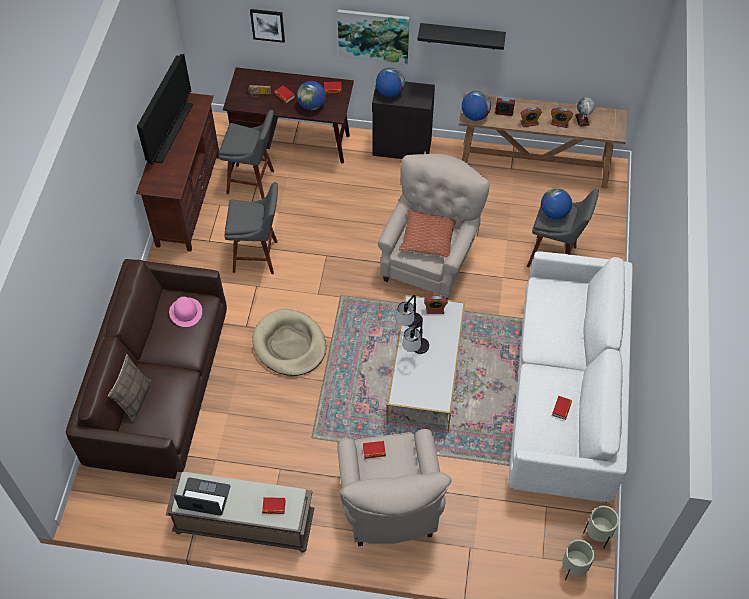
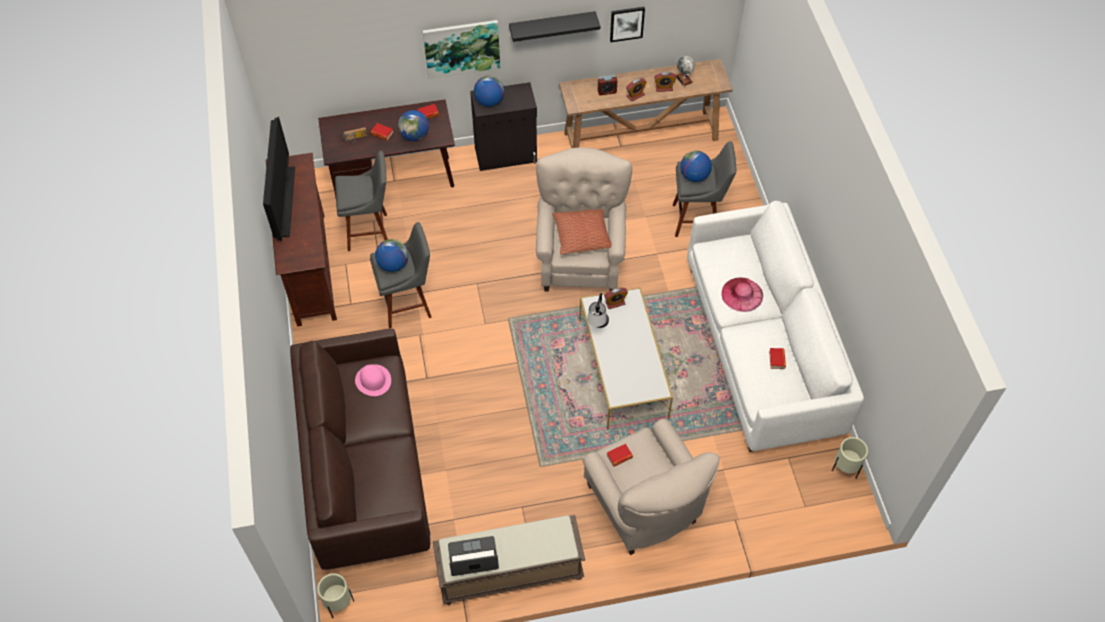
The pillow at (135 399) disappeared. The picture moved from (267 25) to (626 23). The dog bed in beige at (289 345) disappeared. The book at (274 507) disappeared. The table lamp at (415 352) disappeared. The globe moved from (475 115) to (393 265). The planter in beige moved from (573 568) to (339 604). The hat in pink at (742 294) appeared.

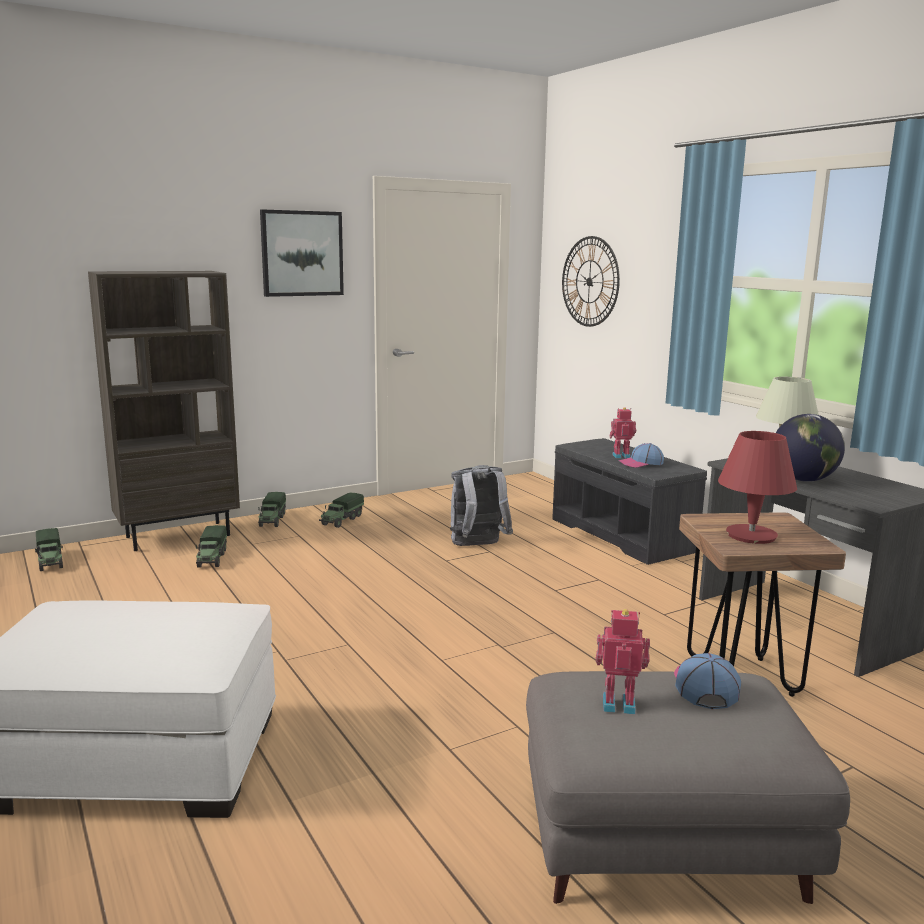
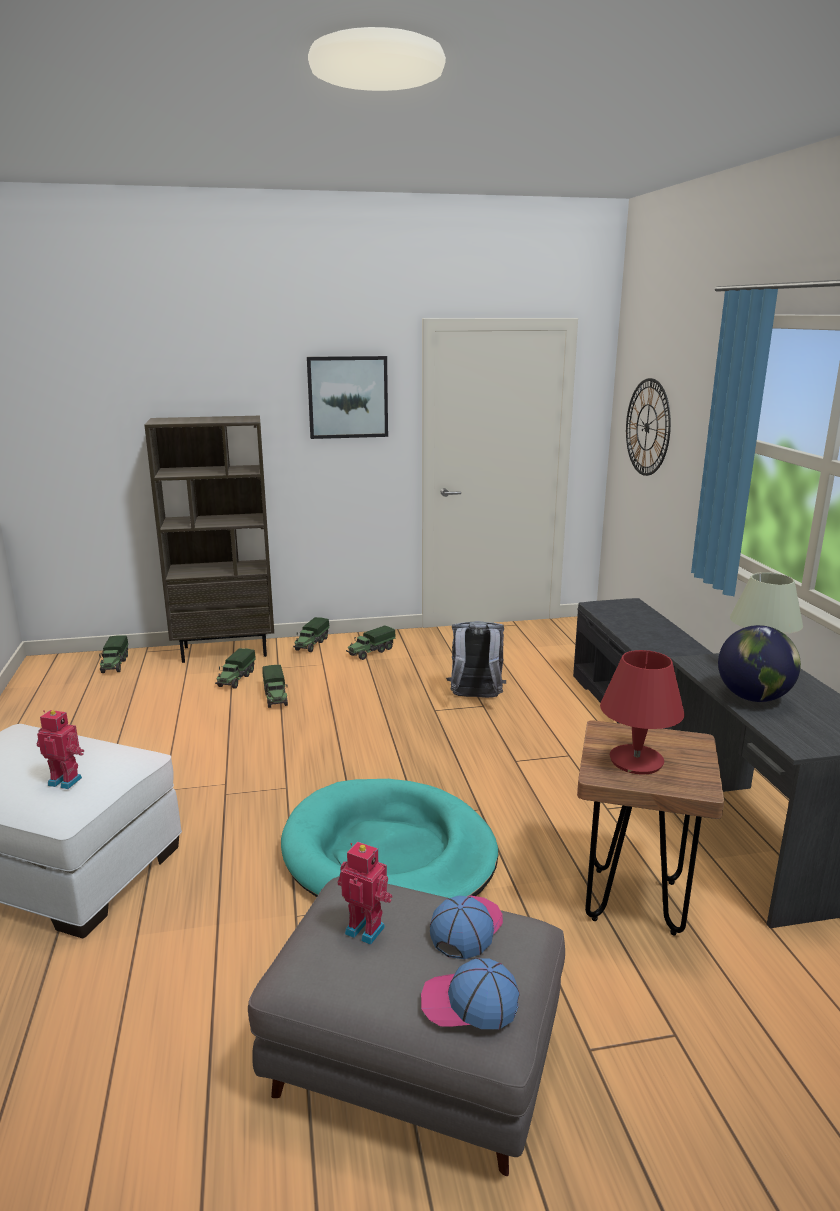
The toy robot moved from (621 456) to (66 780). The cap moved from (641 463) to (469 1003). The toy truck at (275 697) appeared. The dog bed in turquoise at (389 854) appeared.

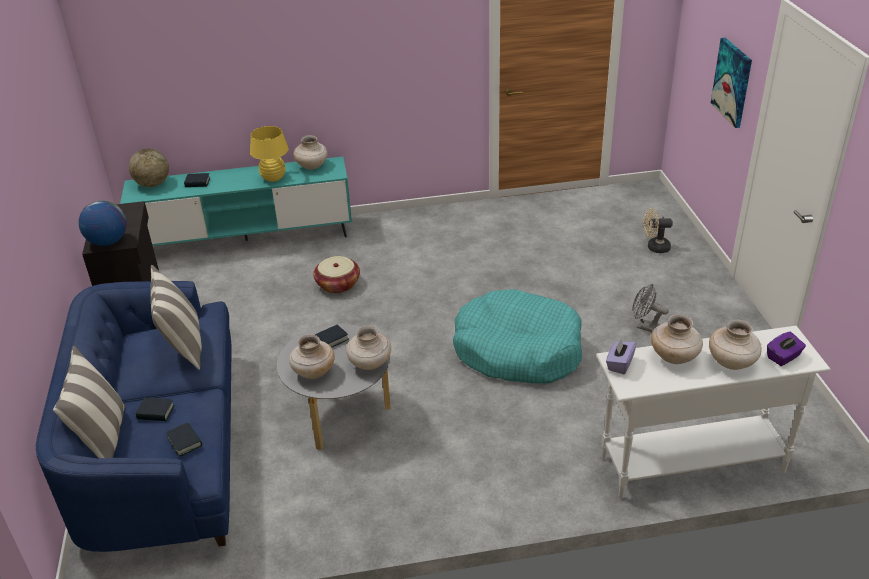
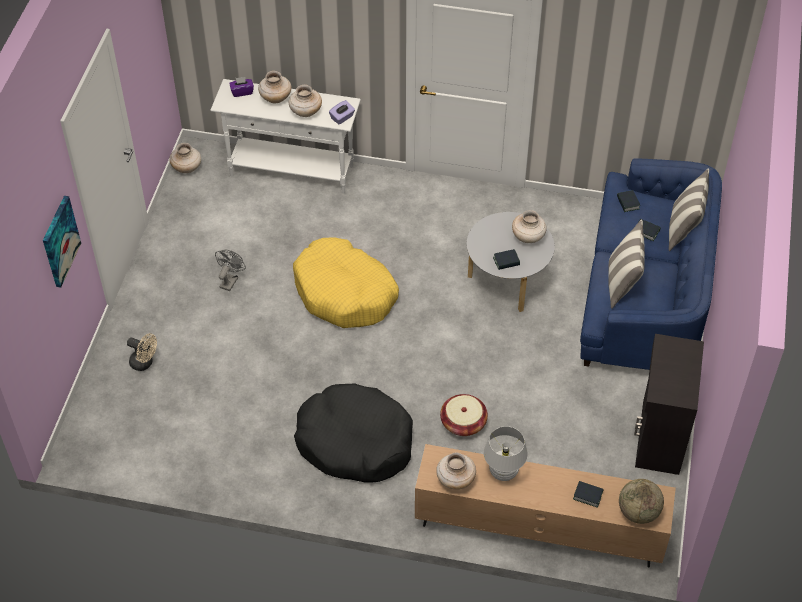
The globe at (108 242) disappeared. The tv stand in turquoise at (246 240) became the tv stand in brown at (539 529). The table lamp in yellow at (273 178) became the table lamp in white at (503 472). The vase in beige moved from (370 364) to (187 168). The dog bed in turquoise at (517 350) became the dog bed in yellow at (345 293). The fan in grey at (645 327) turned 120 degrees counterclockwise. The dog bed in black at (355 442) appeared.

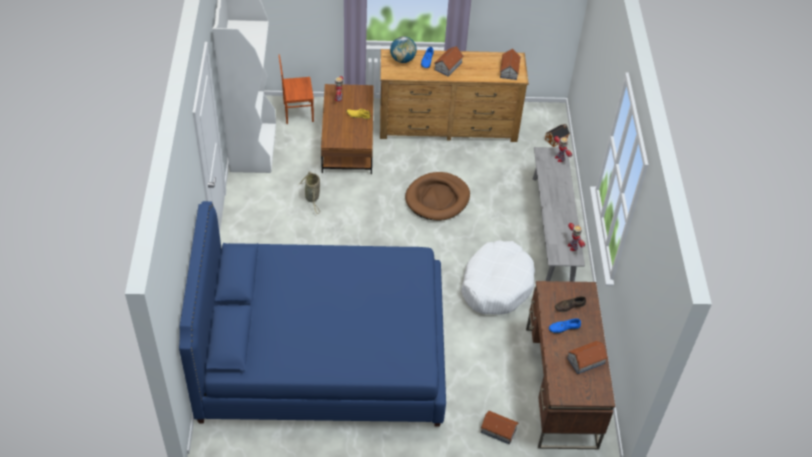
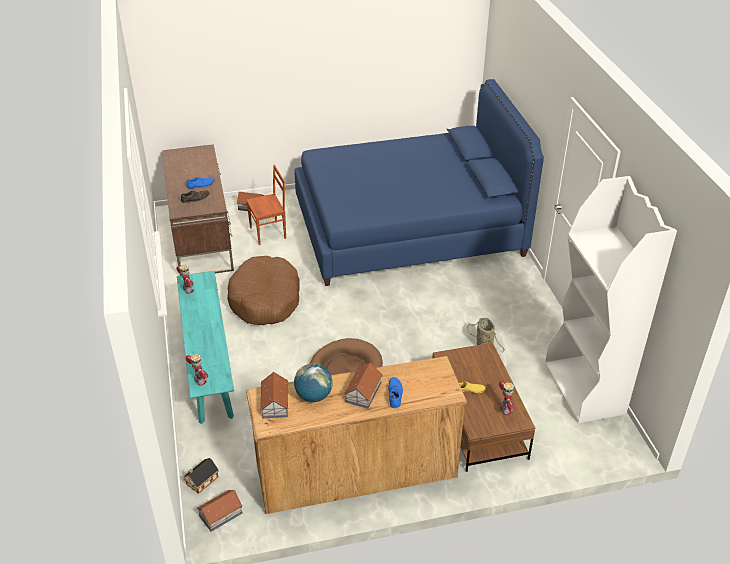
The chair in brown moved from (297 112) to (268 233). The globe moved from (402 60) to (314 396). The dog bed in white at (496 284) became the dog bed in brown at (265 300). The bench in grey at (552 229) became the bench in turquoise at (208 361). The toy house moved from (585 360) to (221 514).

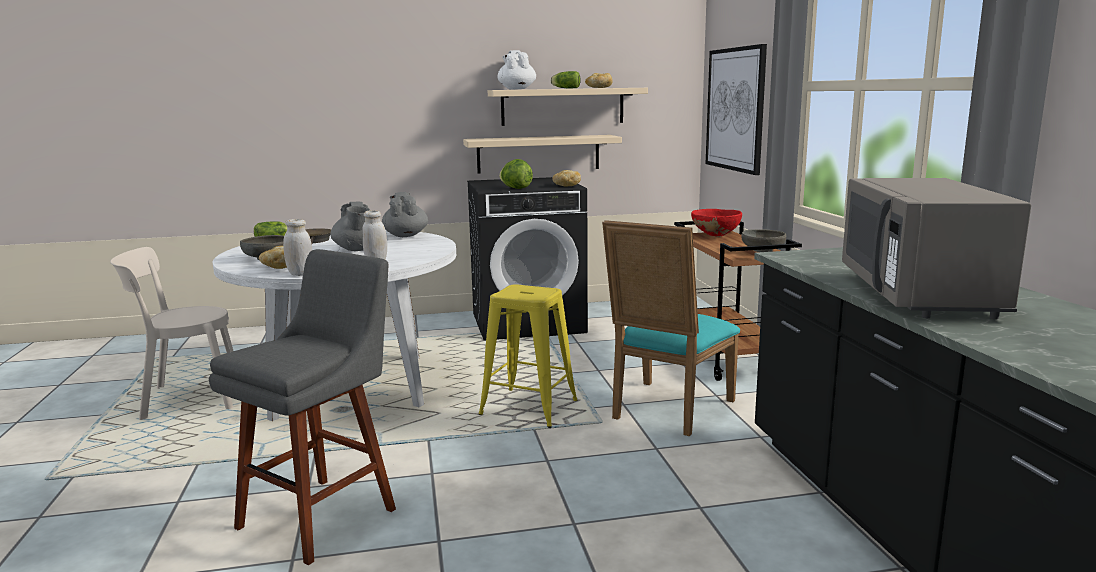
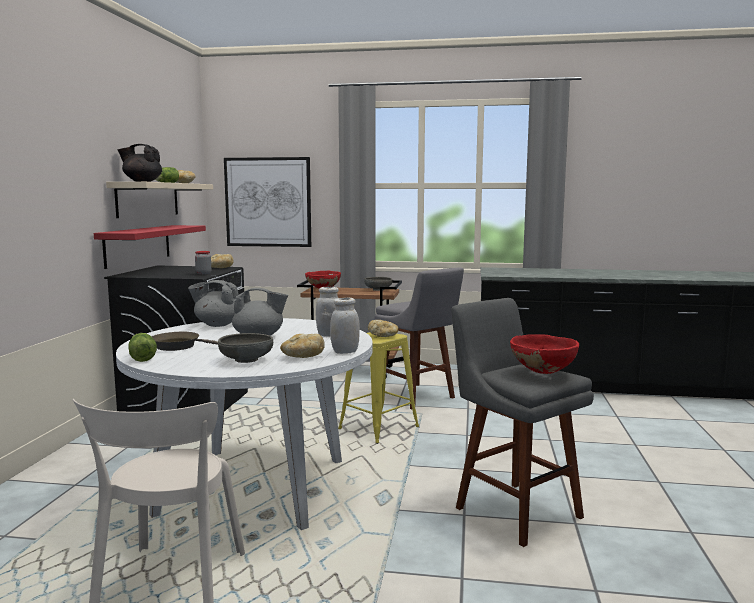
The shelf in beige at (538 154) became the shelf in red at (138 245). The teapot in white at (516 89) became the teapot in black at (142 181). The lettuce at (516 188) was replaced by the jar at (203 273). The chair in turquoise at (667 410) was replaced by the stool in grey at (417 397). The microwave in grey at (917 294) disappeared. The bread at (383 336) appeared. The bowl in red at (542 372) appeared.

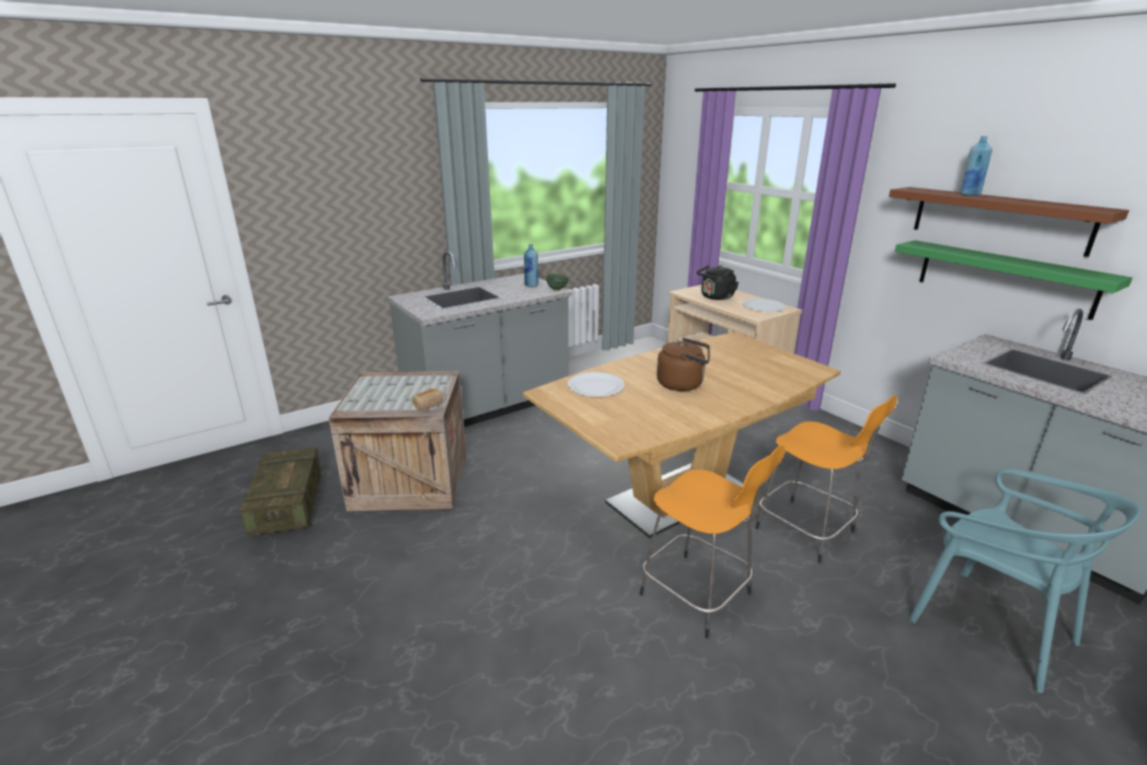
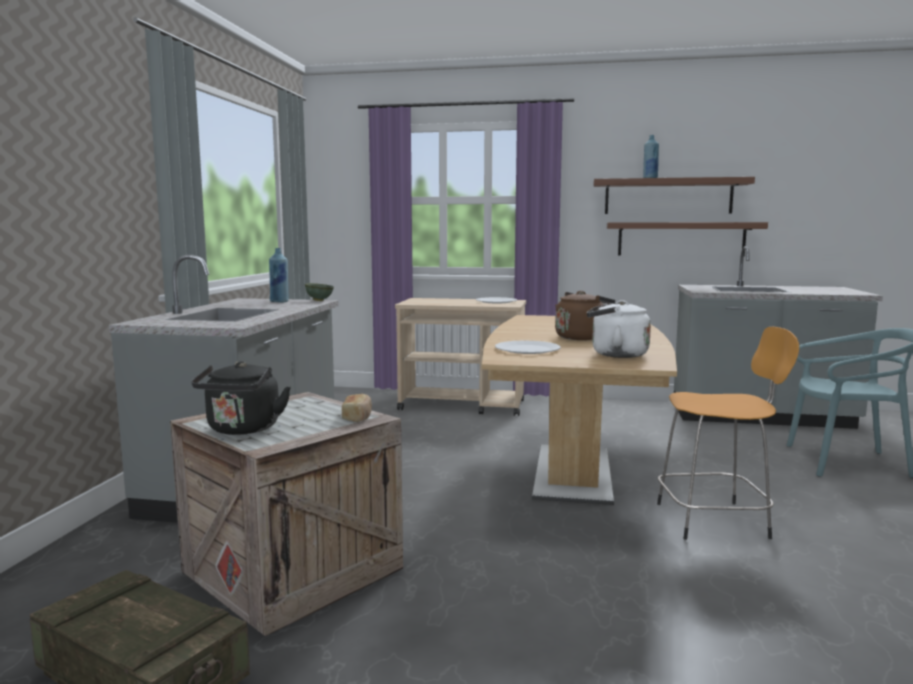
The kettle in black moved from (715 297) to (242 430). The stool in orange at (807 532) disappeared. The shelf in green at (1004 277) became the shelf in brown at (681 239). The kettle in white at (615 354) appeared.

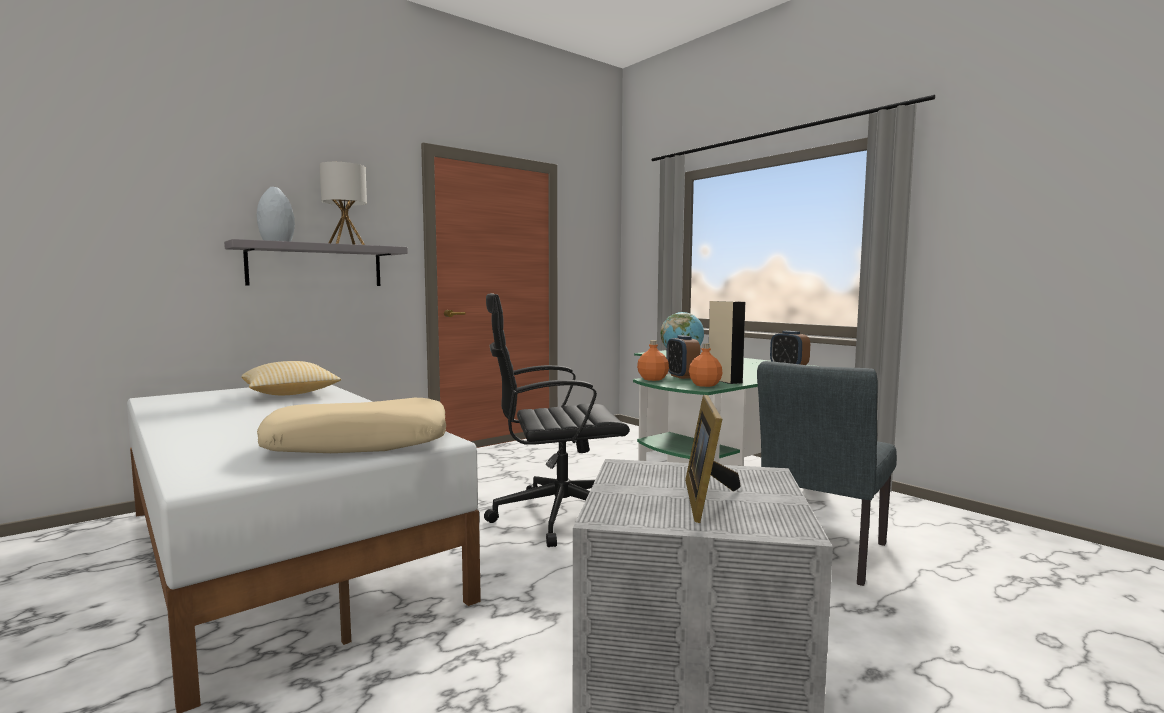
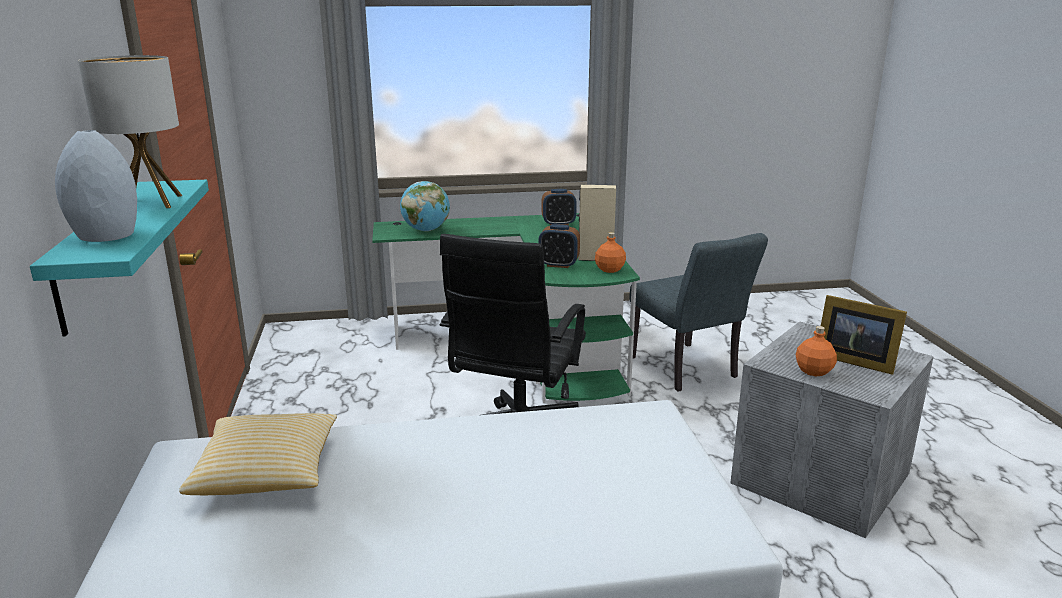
The shelf in grey at (316 265) became the shelf in turquoise at (100 252). The pillow in beige at (359 443) disappeared. The bottle in orange moved from (653 379) to (814 371).

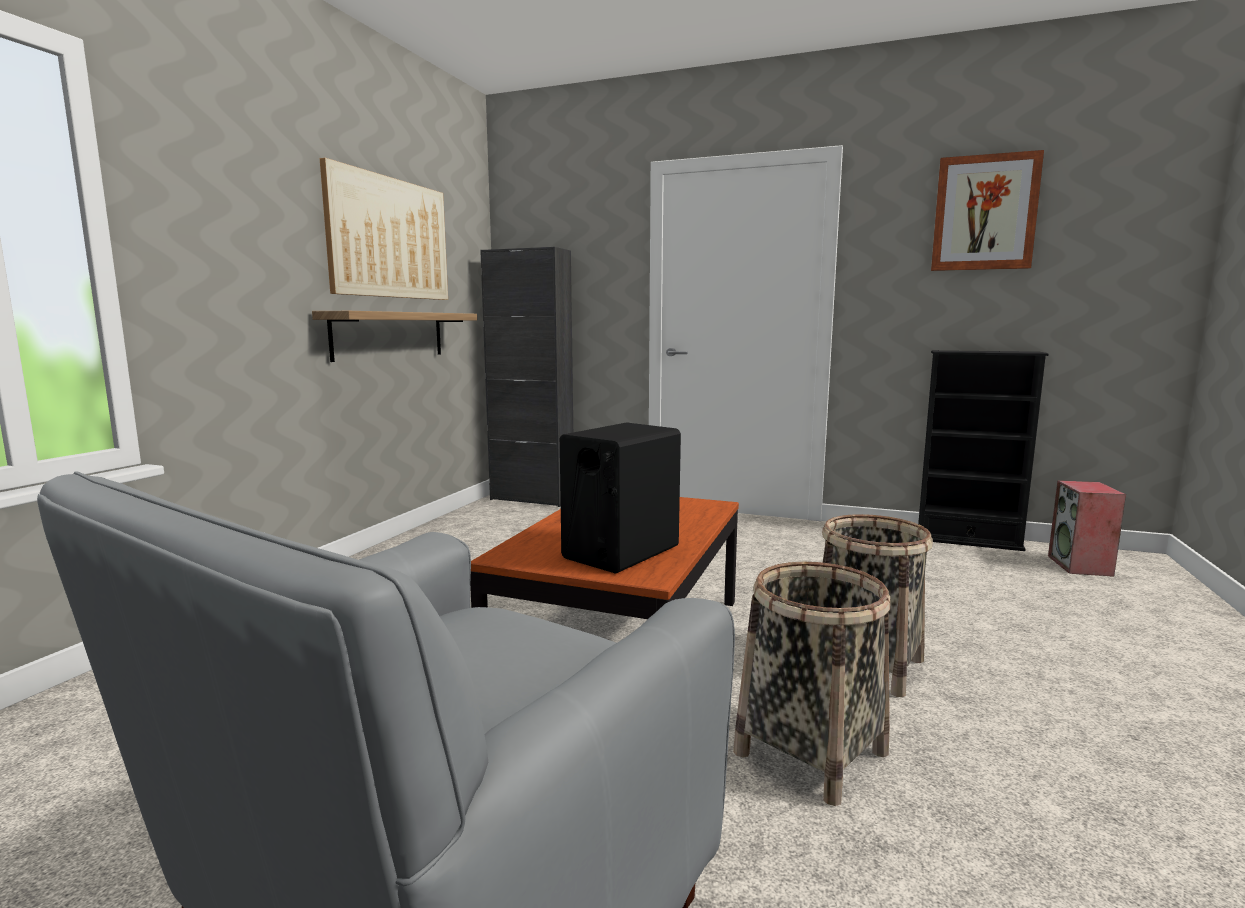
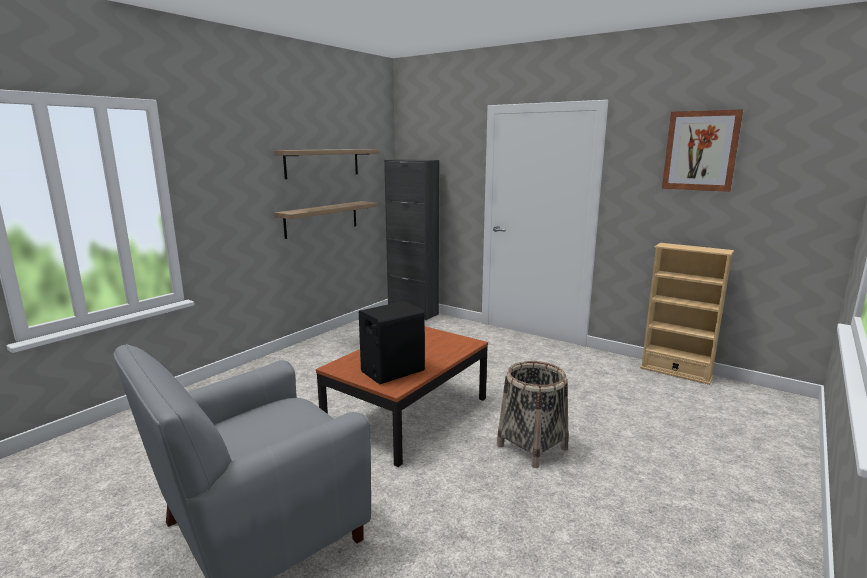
The picture at (389 238) was replaced by the shelf at (322 163). The basket at (811 752) disappeared. The bookcase in black at (968 540) became the bookcase in beige at (675 372). The speaker at (1081 566) disappeared.

